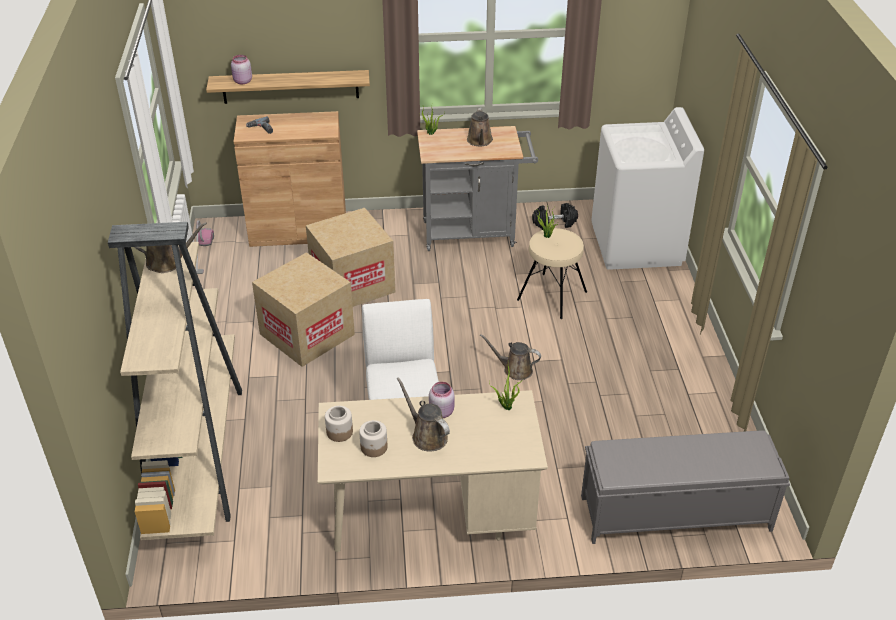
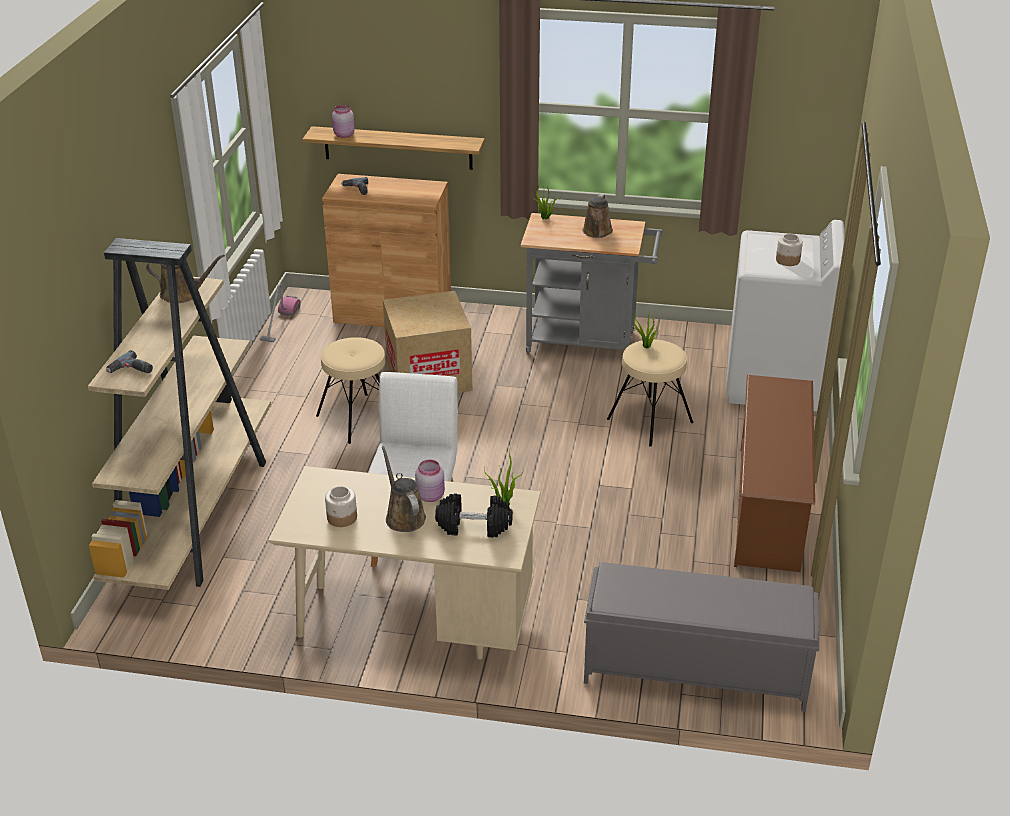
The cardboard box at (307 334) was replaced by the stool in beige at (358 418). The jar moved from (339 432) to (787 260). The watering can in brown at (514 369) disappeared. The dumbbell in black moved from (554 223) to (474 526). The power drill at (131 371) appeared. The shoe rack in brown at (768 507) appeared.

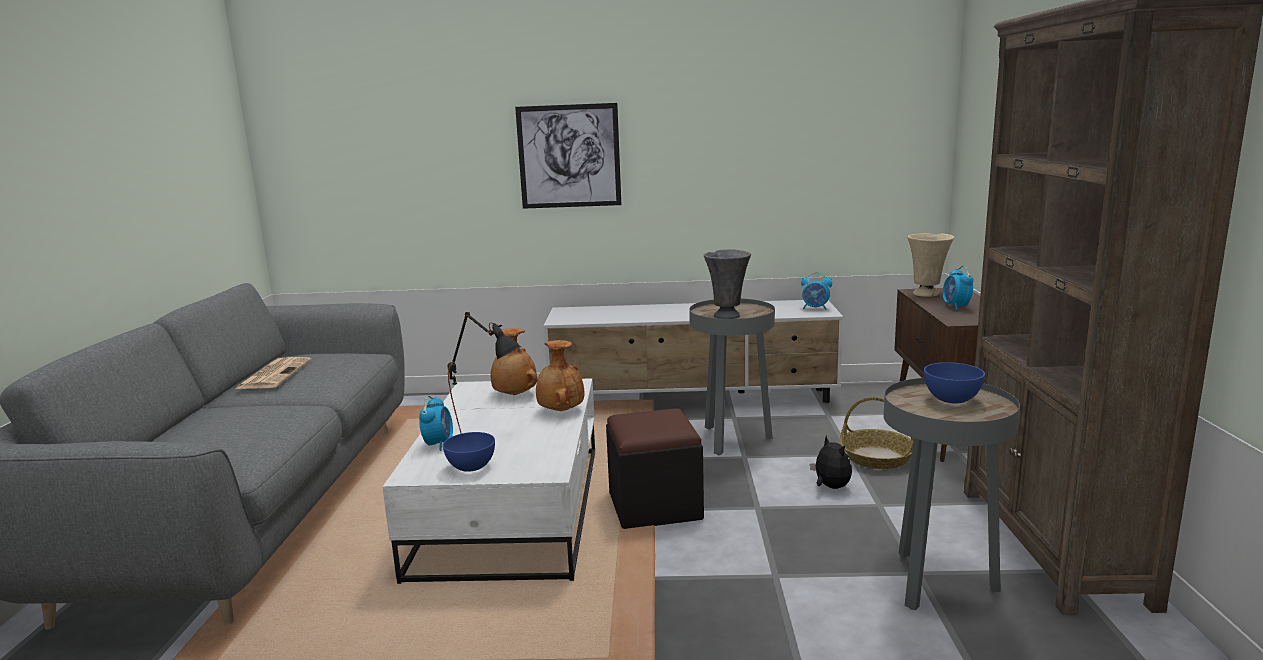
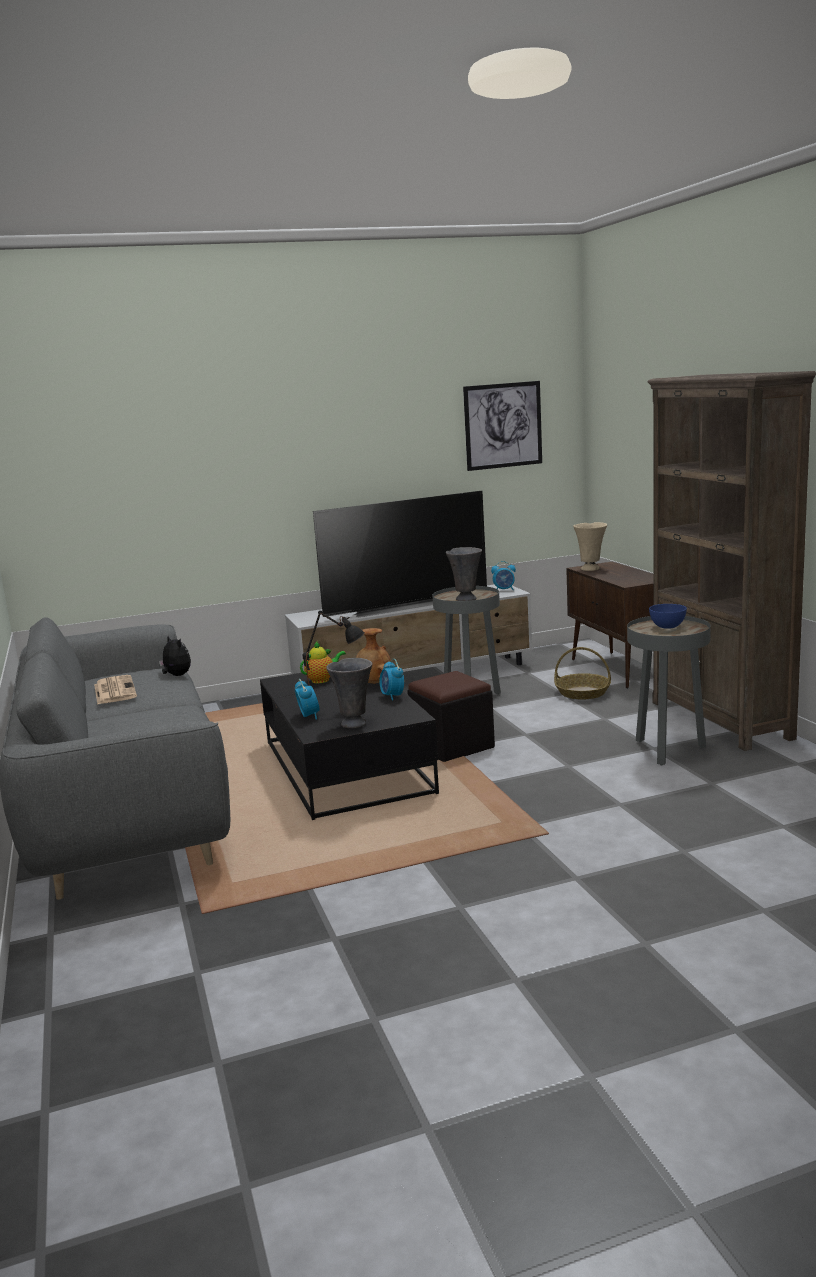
The coffee table in white at (510 509) became the coffee table in black at (345 767). The bowl in blue at (471 467) was replaced by the vase in grey at (354 723). The vase in brown at (514 395) was replaced by the teapot at (322 680). The picture moved from (569 156) to (503 425). The plush toy moved from (830 487) to (176 675). The alarm clock moved from (956 307) to (392 696). The television at (405 605) appeared.

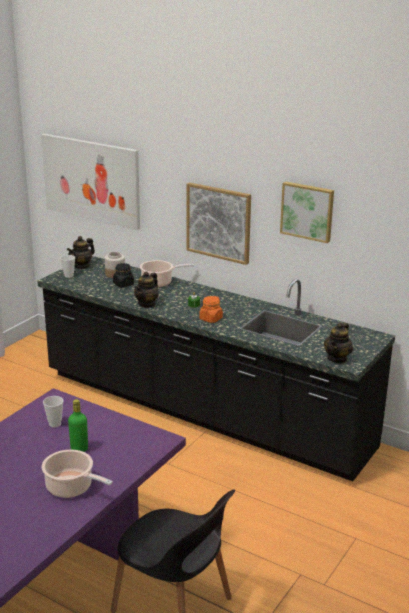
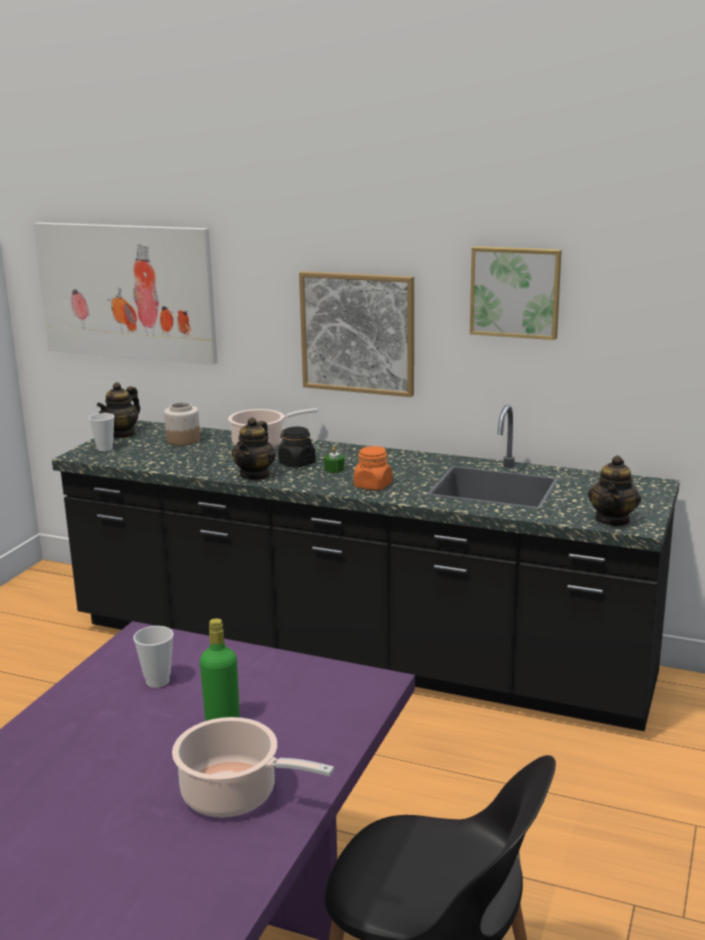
The jar in black moved from (123 284) to (297 463).

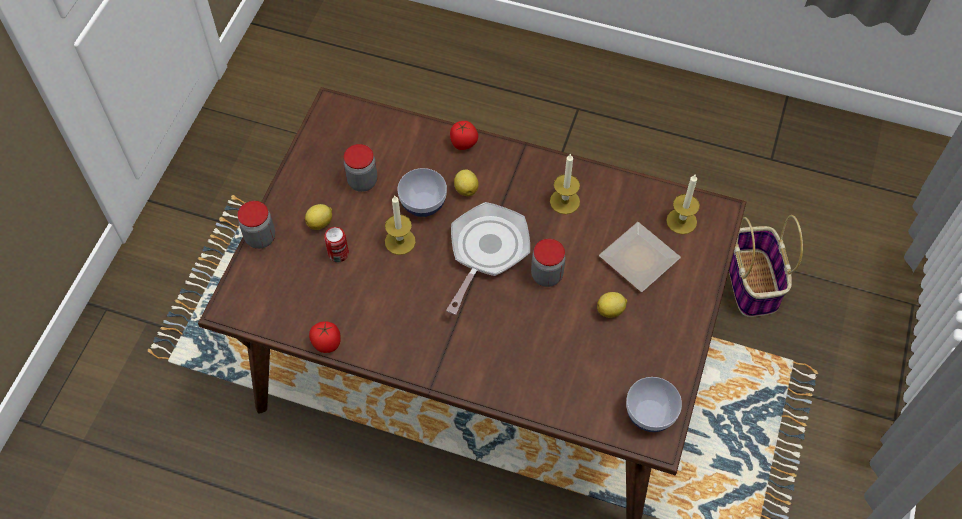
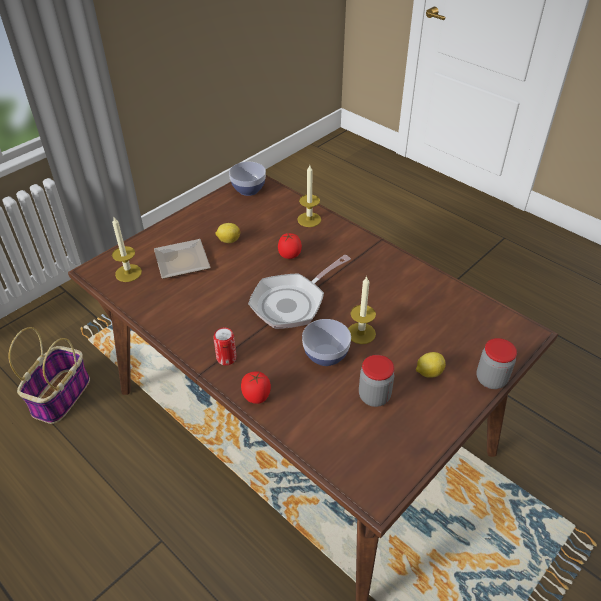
The tomato moved from (327 343) to (290 255). The can moved from (338 254) to (226 358). The lemon at (466 189) disappeared. The jar at (546 275) disappeared. The candle moved from (564 201) to (309 219).

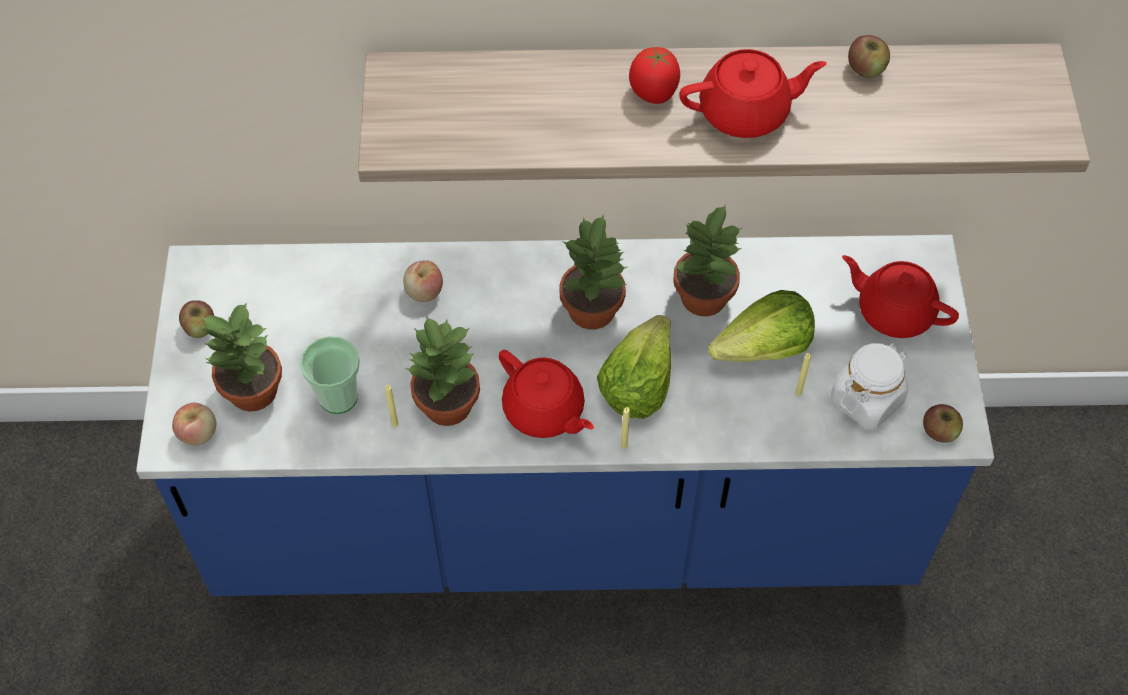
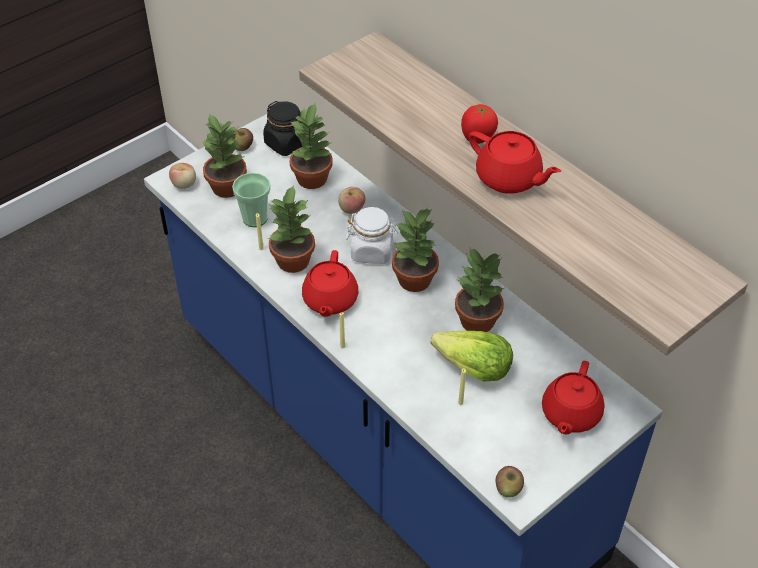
The lettuce at (637 383) disappeared. The jar in white moved from (866 399) to (372 251). The teapot in red at (893 311) turned 150 degrees counterclockwise. The apple at (866 68) disappeared. The jar in black at (286 144) appeared. The potted plant at (313 178) appeared.

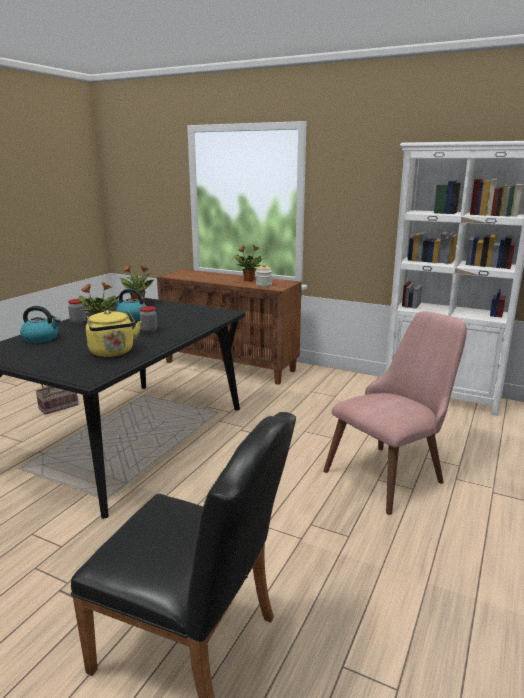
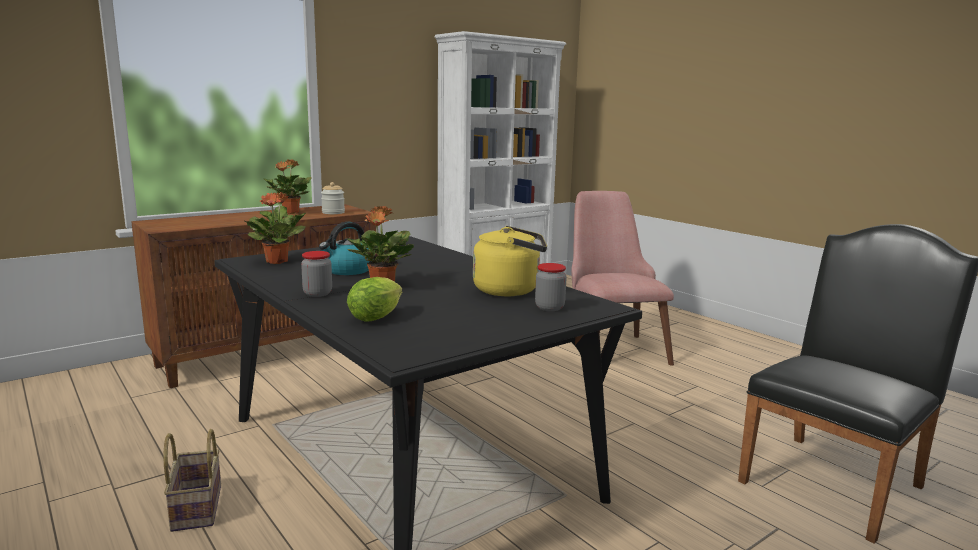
The kettle at (41 338) was replaced by the lettuce at (378 316). The jar moved from (149 331) to (549 307).

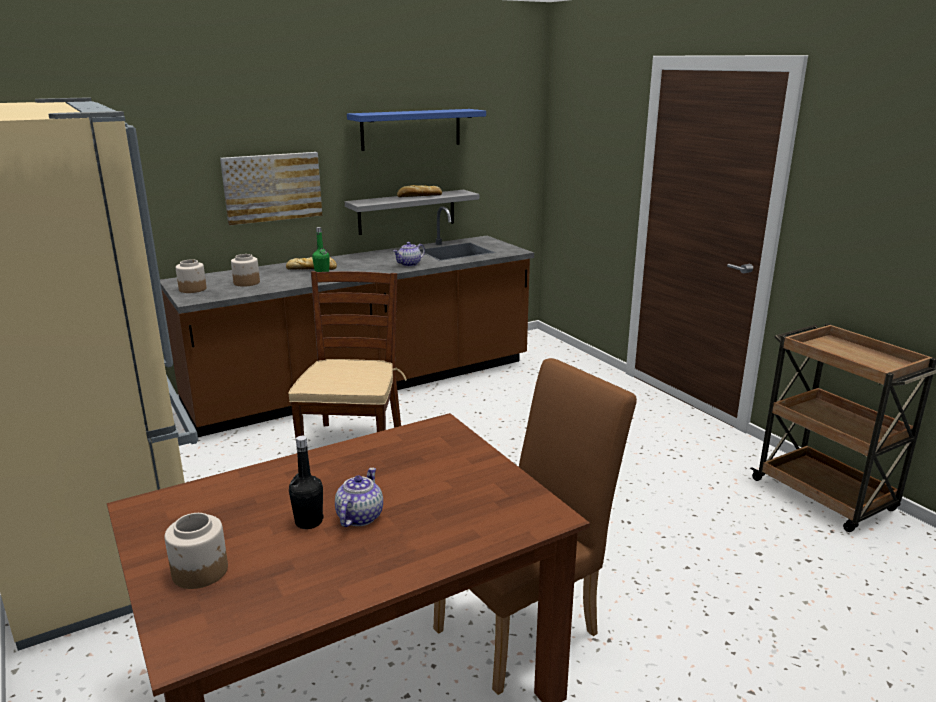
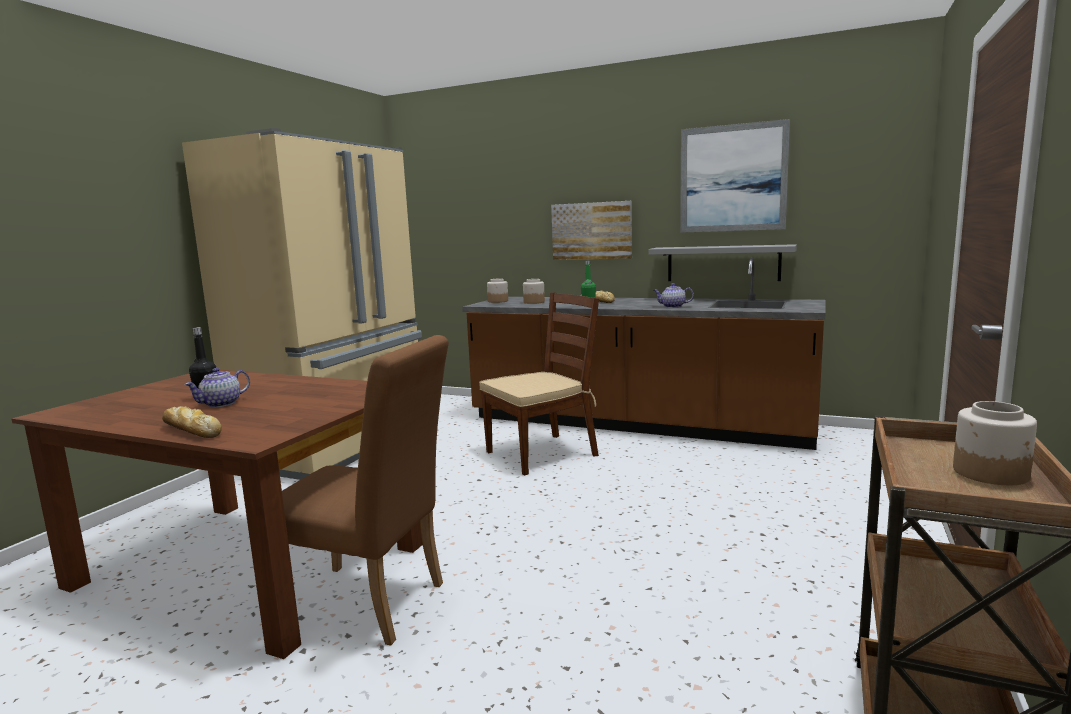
The jar moved from (201 571) to (991 473). The teapot at (359 516) turned 150 degrees clockwise. The shelf in blue at (411 129) was replaced by the picture at (732 178). The bread moved from (418 196) to (191 430).

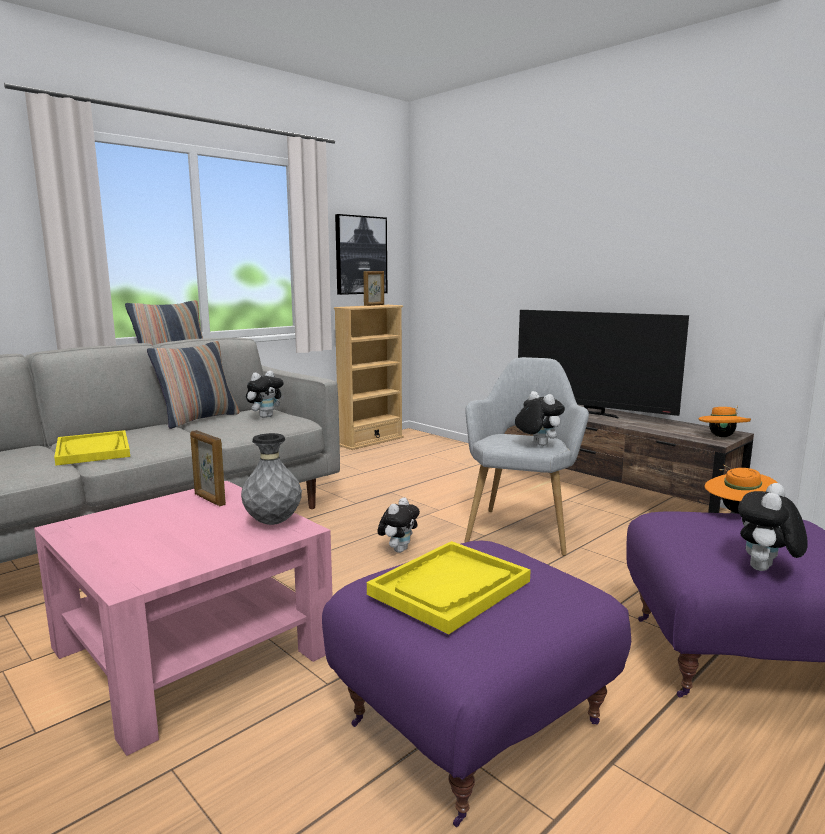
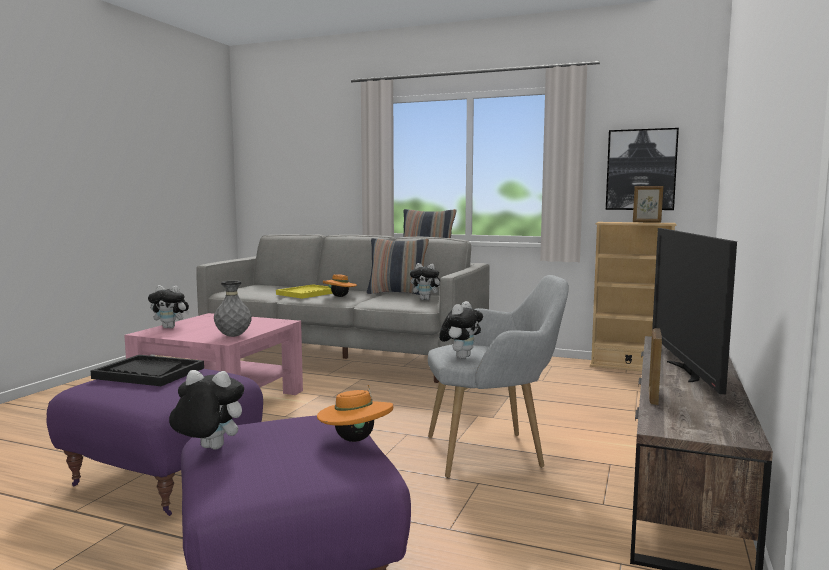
The picture frame moved from (209 499) to (653 397). The tray in yellow at (450 588) became the tray in black at (148 373). The plush toy moved from (398 549) to (171 327). The hat in orange moved from (722 436) to (340 296).

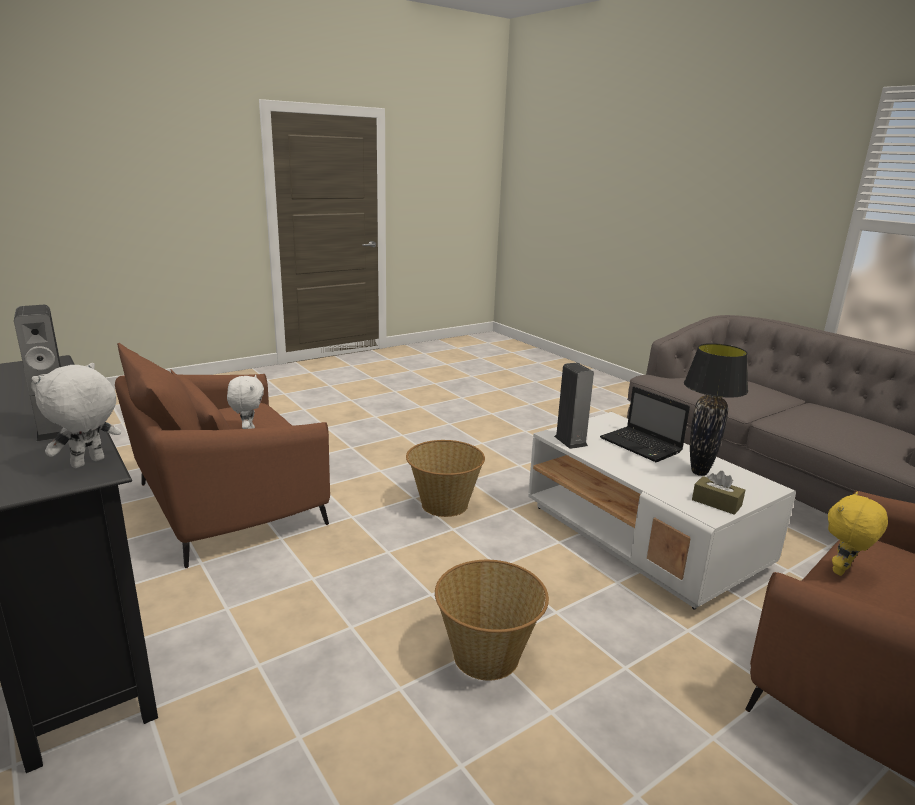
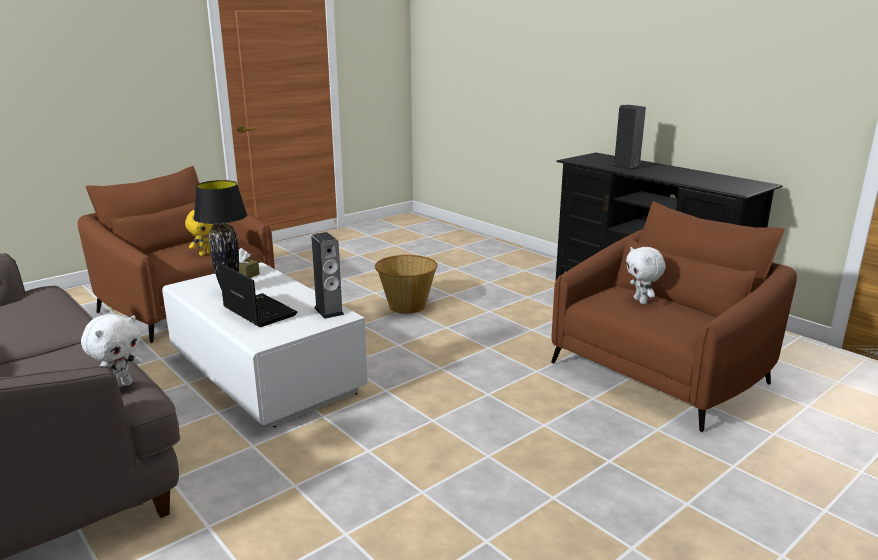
The plush toy in white moved from (88 463) to (120 386). The basket at (444 505) disappeared.

